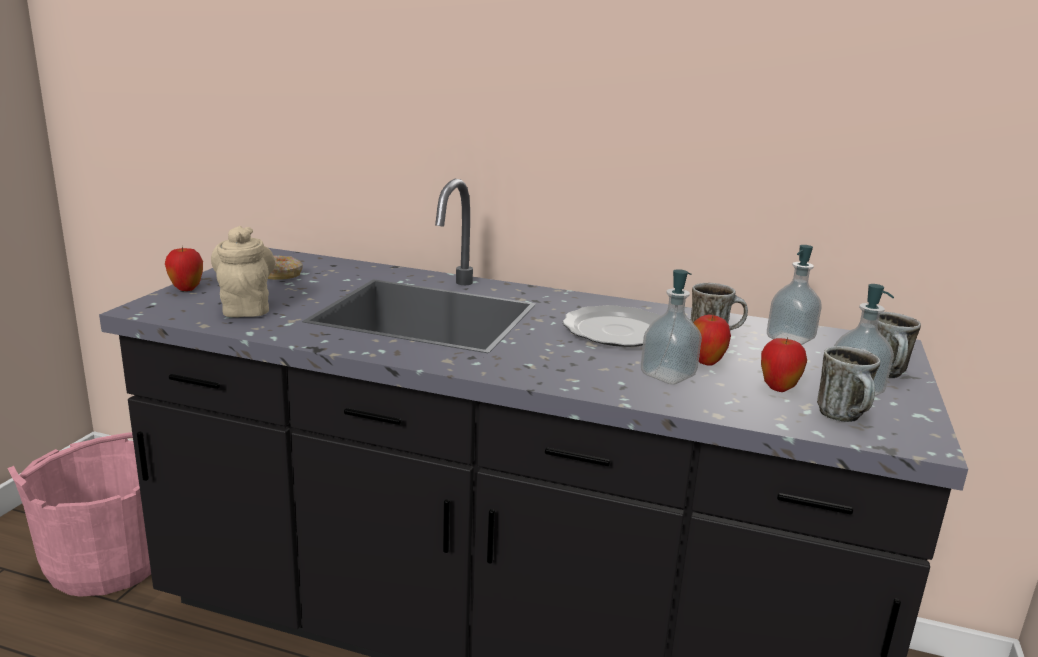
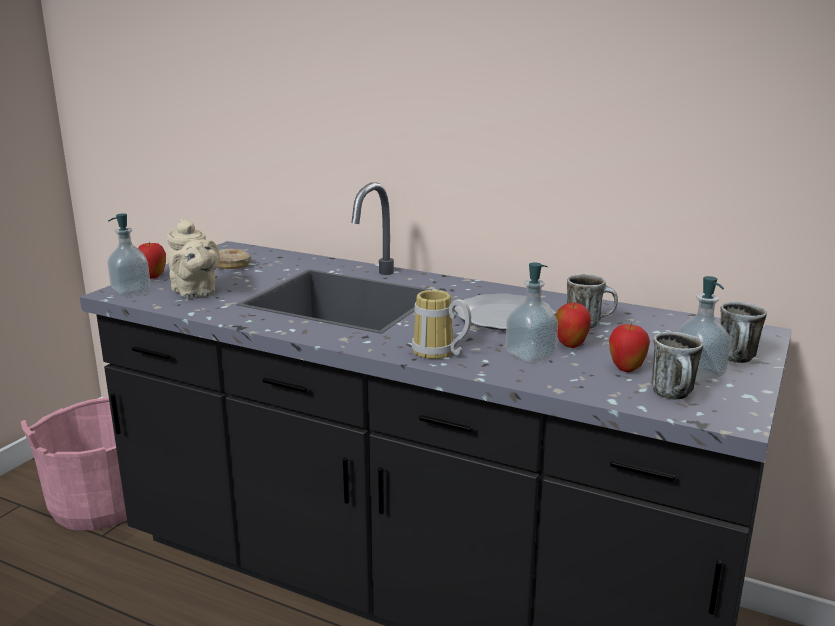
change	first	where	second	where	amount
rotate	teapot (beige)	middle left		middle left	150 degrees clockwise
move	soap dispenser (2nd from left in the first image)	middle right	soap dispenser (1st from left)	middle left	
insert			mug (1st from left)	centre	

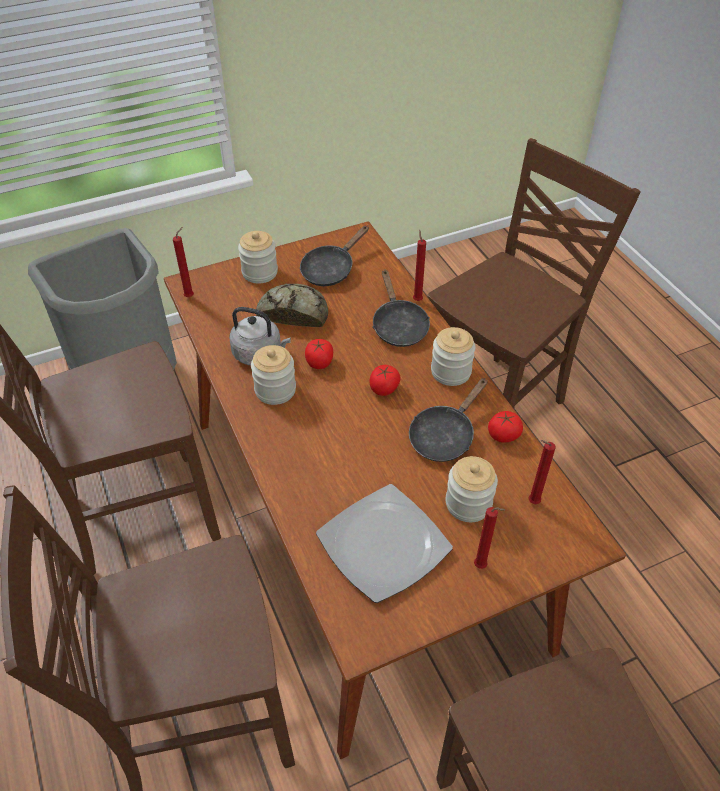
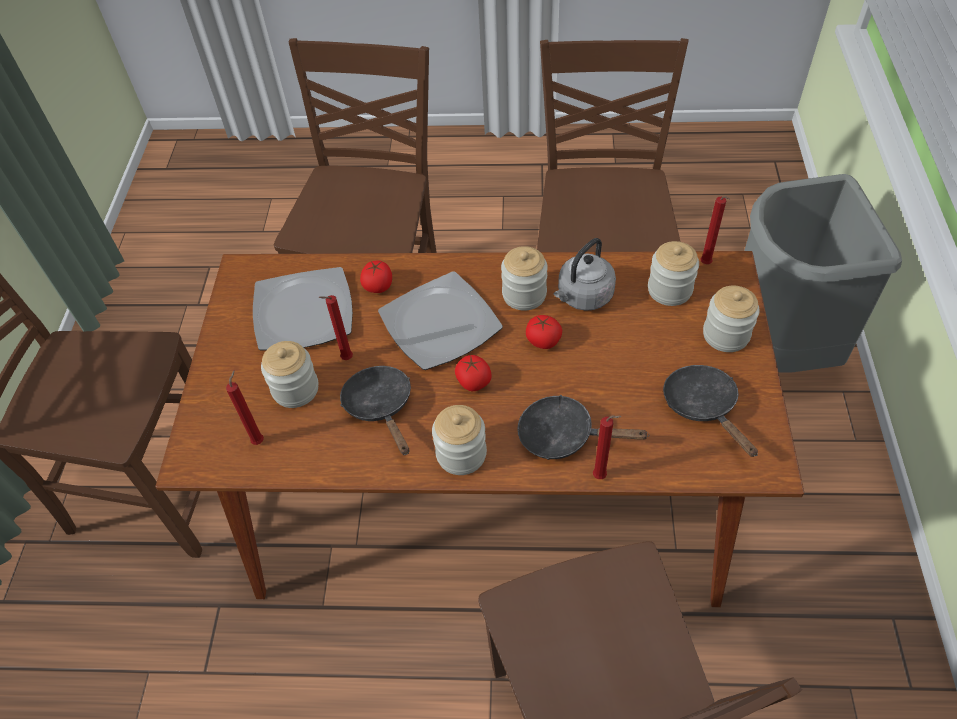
change	first	where	second	where	amount
delete	bread	centre			
move	candle (red) (3rd from left in the first image)	bottom right	candle (red) (2nd from left)	centre	
move	tomato (3rd from left in the first image)	middle right	tomato (1st from left)	centre	
insert			plate (2nd from left)	centre	
insert			jar (4th from left)	middle right	

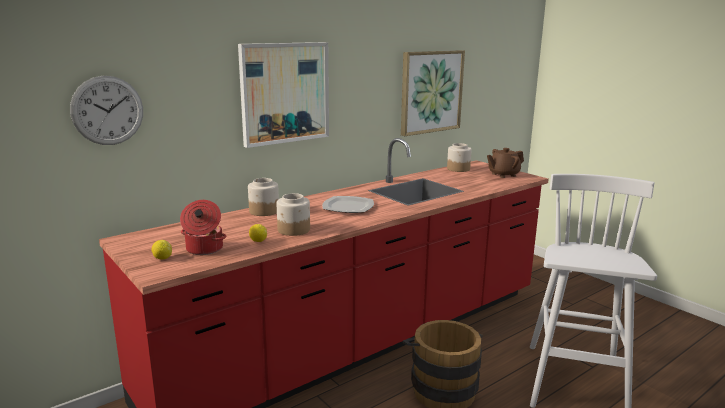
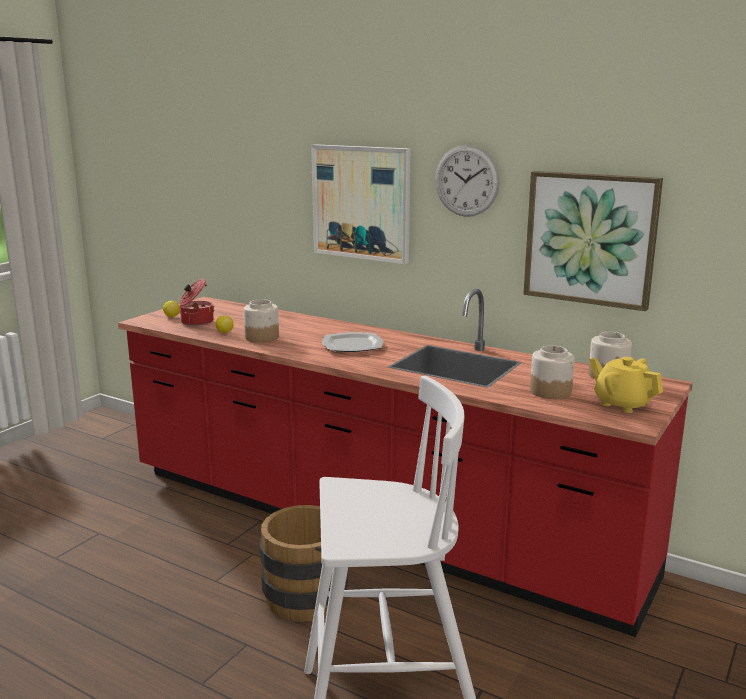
change	first	where	second	where	amount
move	wall clock	top left		top centre	
move	jar (1st from left in the first image)	centre	jar (2nd from left)	middle right	
recolor	teapot (brown)	middle right	teapot (yellow)	middle right	

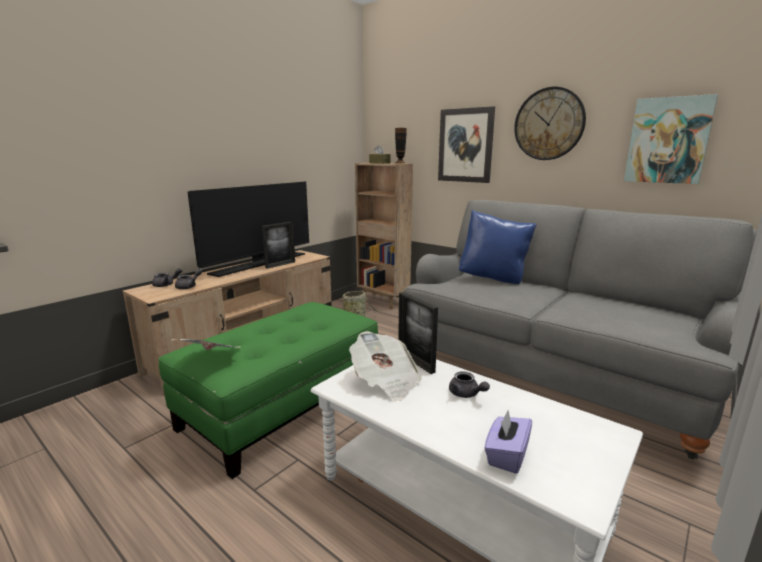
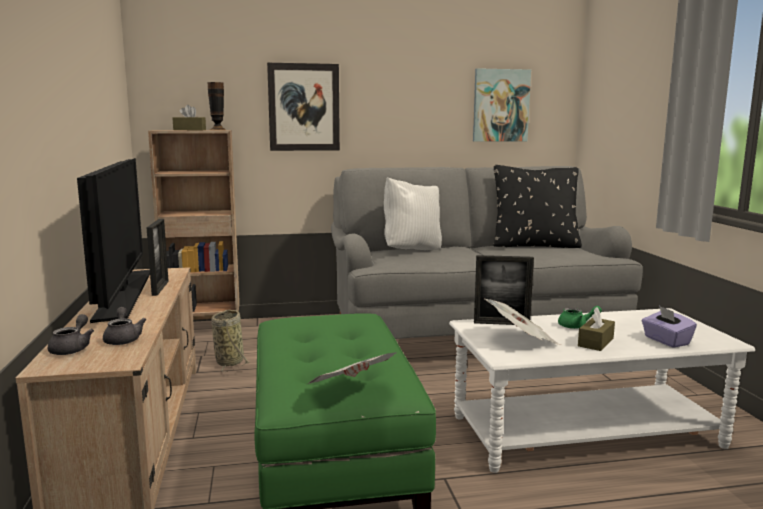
change	first	where	second	where	amount
recolor	teapot (grey) (3rd from left)	bottom centre	teapot (green)	middle right	
recolor	pillow (blue)	centre	pillow (white)	centre	
delete	wall clock	top right			
insert			pillow (black)	middle right	
insert			tissue box (brown) (2nd from left)	middle right	

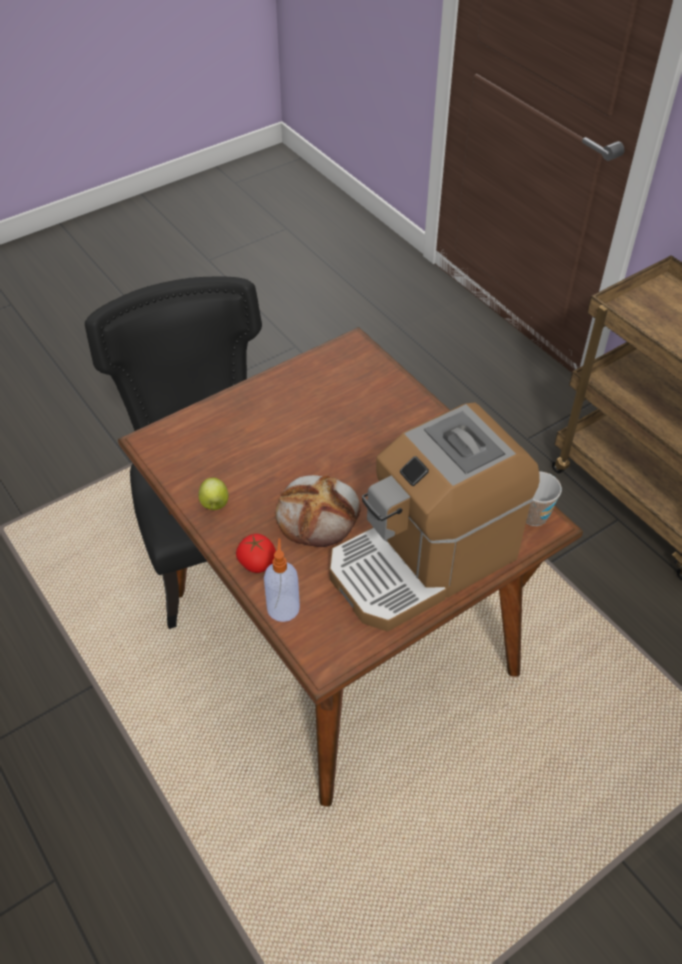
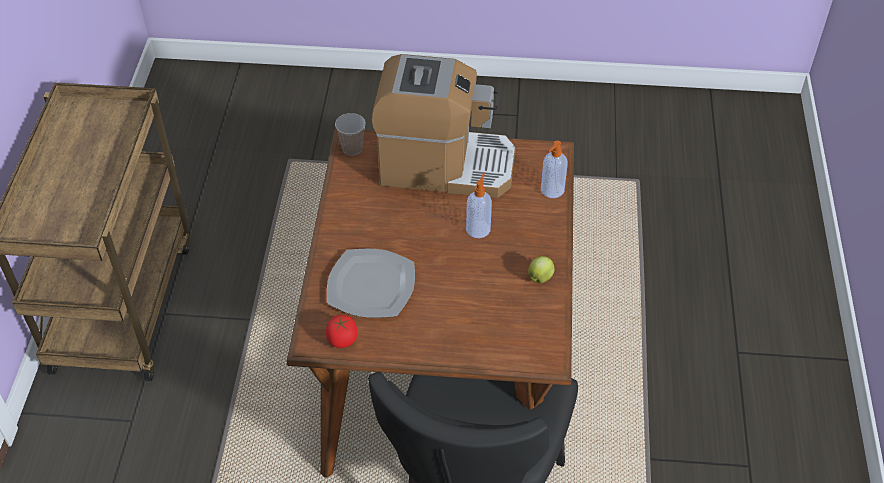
change	first	where	second	where	amount
move	tomato	centre		bottom centre	
replace	bread	centre	soap dispenser (1st from left)	centre	
insert			plate	centre	

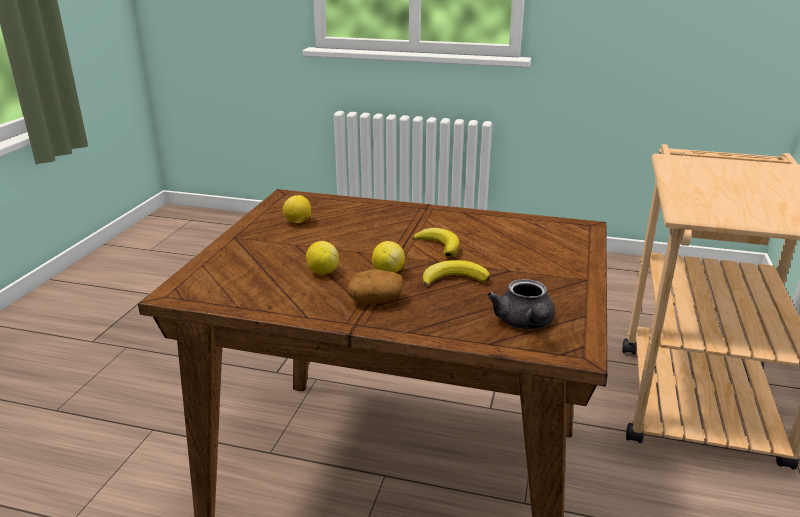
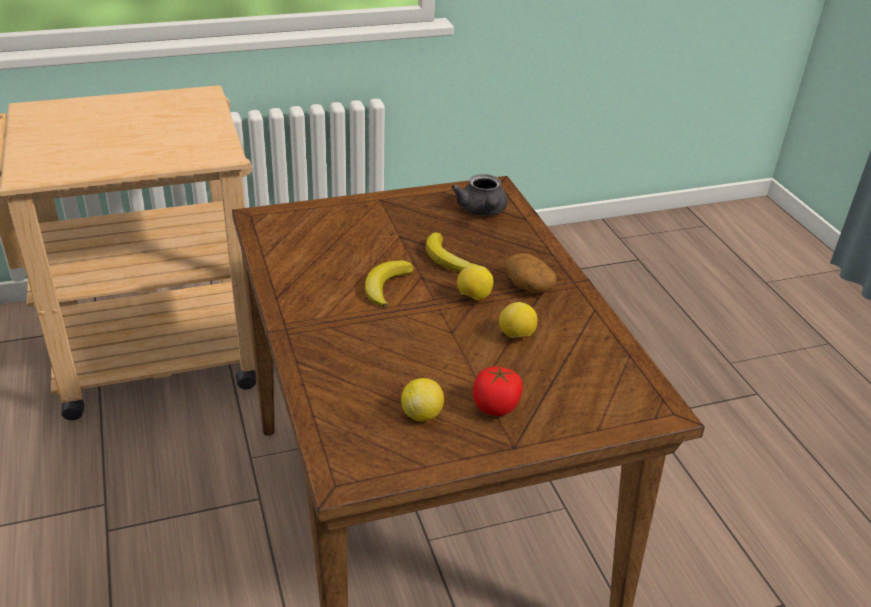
change	first	where	second	where	amount
rotate	teapot (grey)	centre		top centre	120 degrees clockwise
insert			tomato	centre	

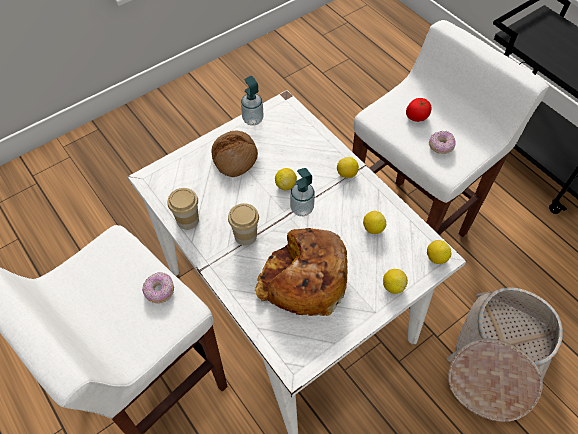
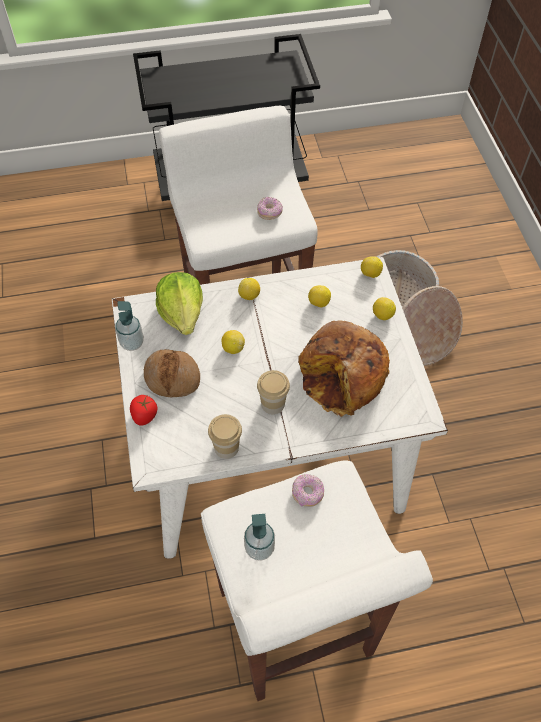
change	first	where	second	where	amount
move	soap dispenser (2nd from left)	centre		bottom centre	
move	tomato	top right		middle left	
insert			lettuce	middle left	

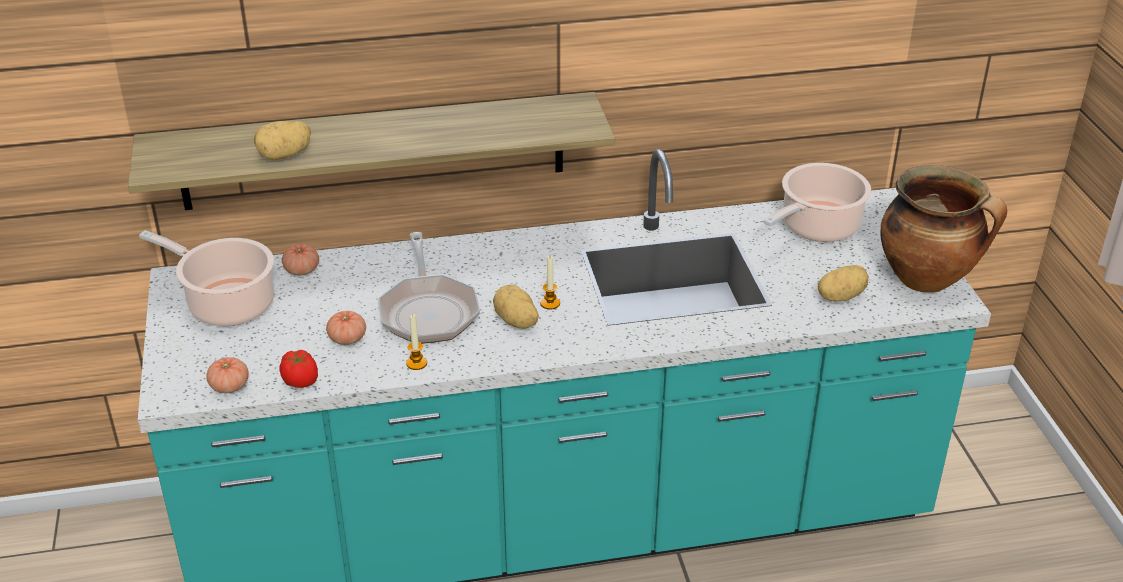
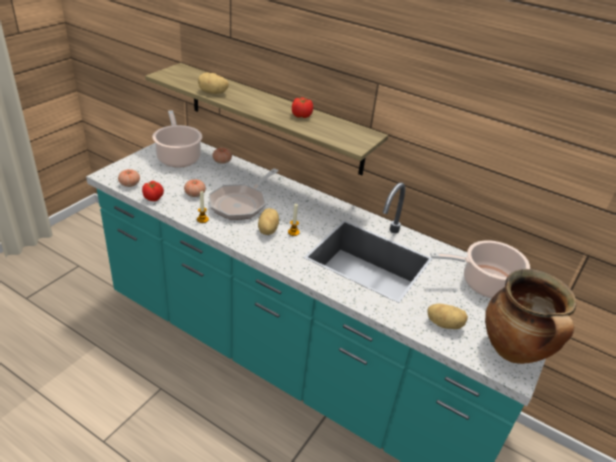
change	first	where	second	where	amount
insert			tomato (5th from left)	top centre	

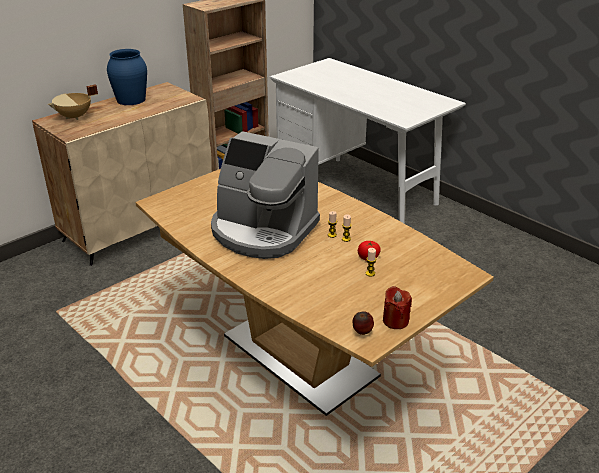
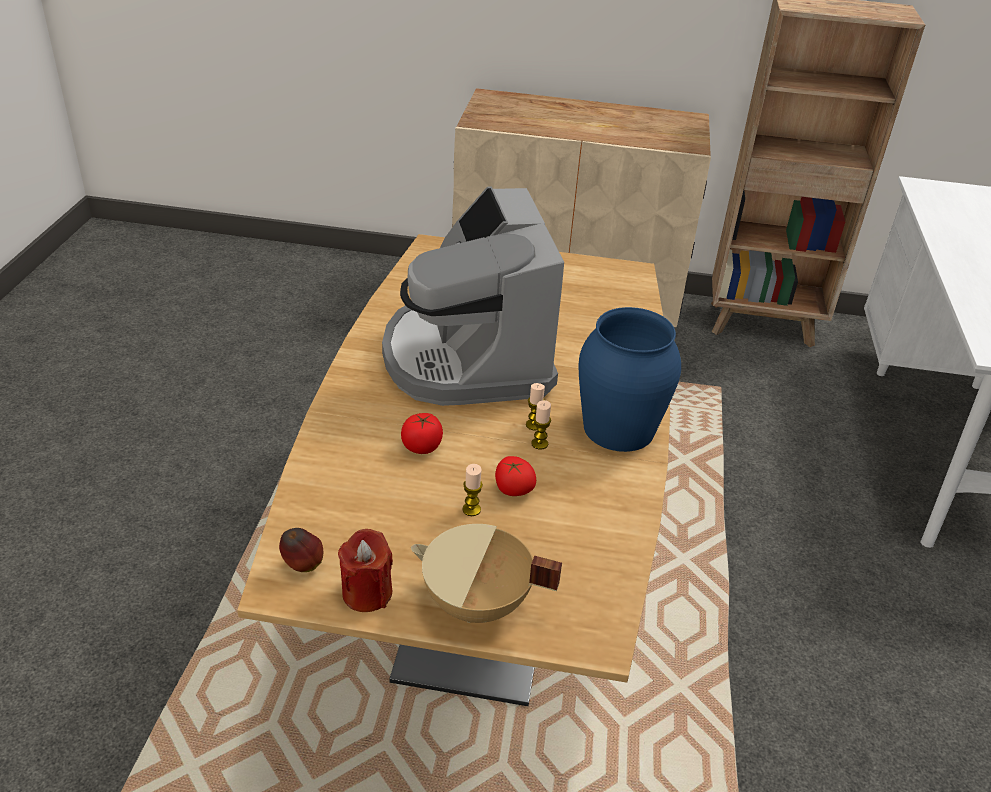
change	first	where	second	where	amount
move	cooking pot (beige)	top left		bottom centre	
move	vase (blue)	top left		centre	
insert			tomato (1st from left)	centre	

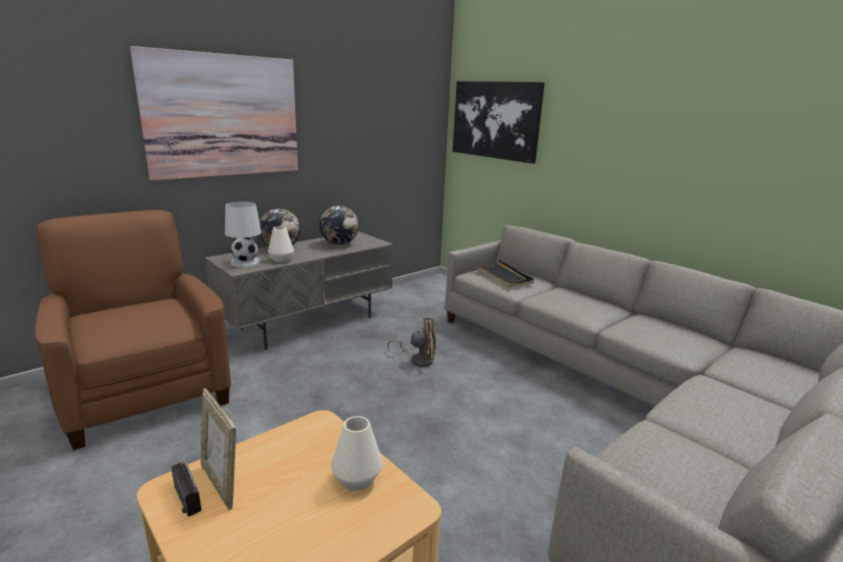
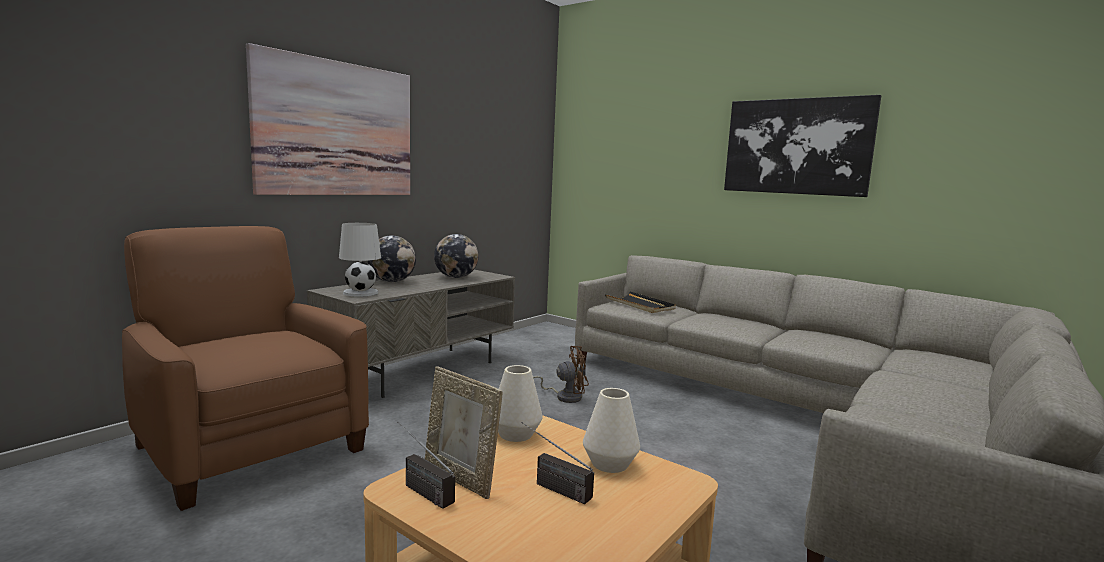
change	first	where	second	where	amount
move	vase (white) (1st from left)	centre		bottom centre	
move	picture (2nd from left)	top centre		top right	
insert			radio (2nd from left)	bottom centre	

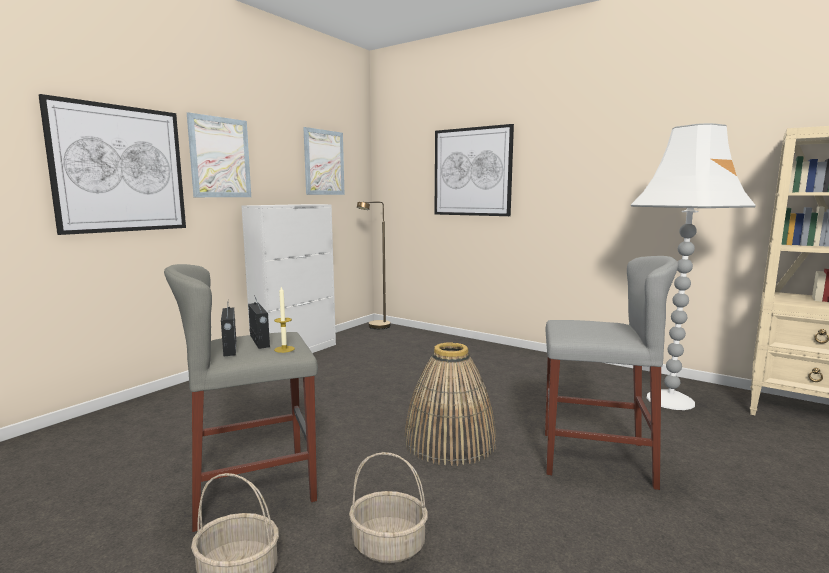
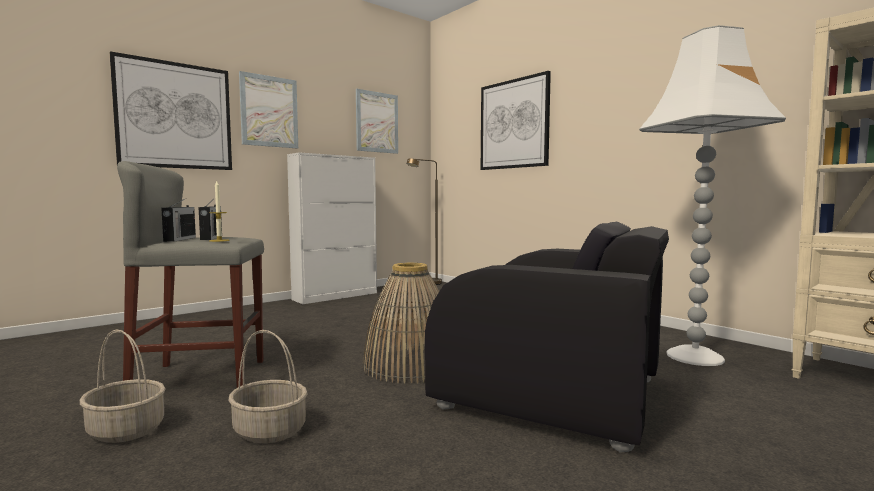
change	first	where	second	where	amount
replace	stool (grey) (2nd from left)	middle right	armchair (black)	bottom centre	

